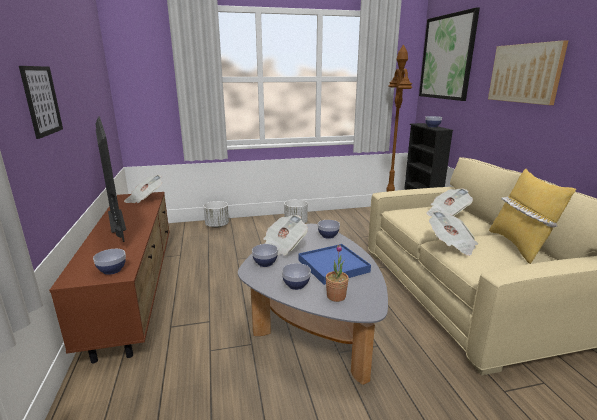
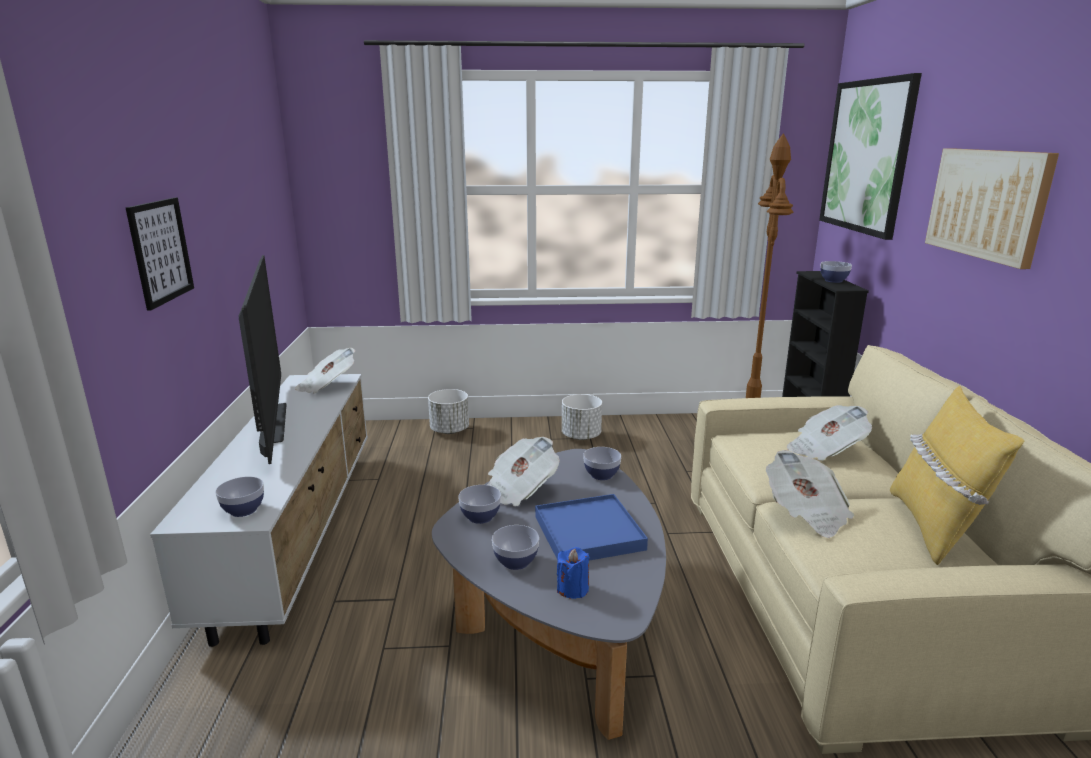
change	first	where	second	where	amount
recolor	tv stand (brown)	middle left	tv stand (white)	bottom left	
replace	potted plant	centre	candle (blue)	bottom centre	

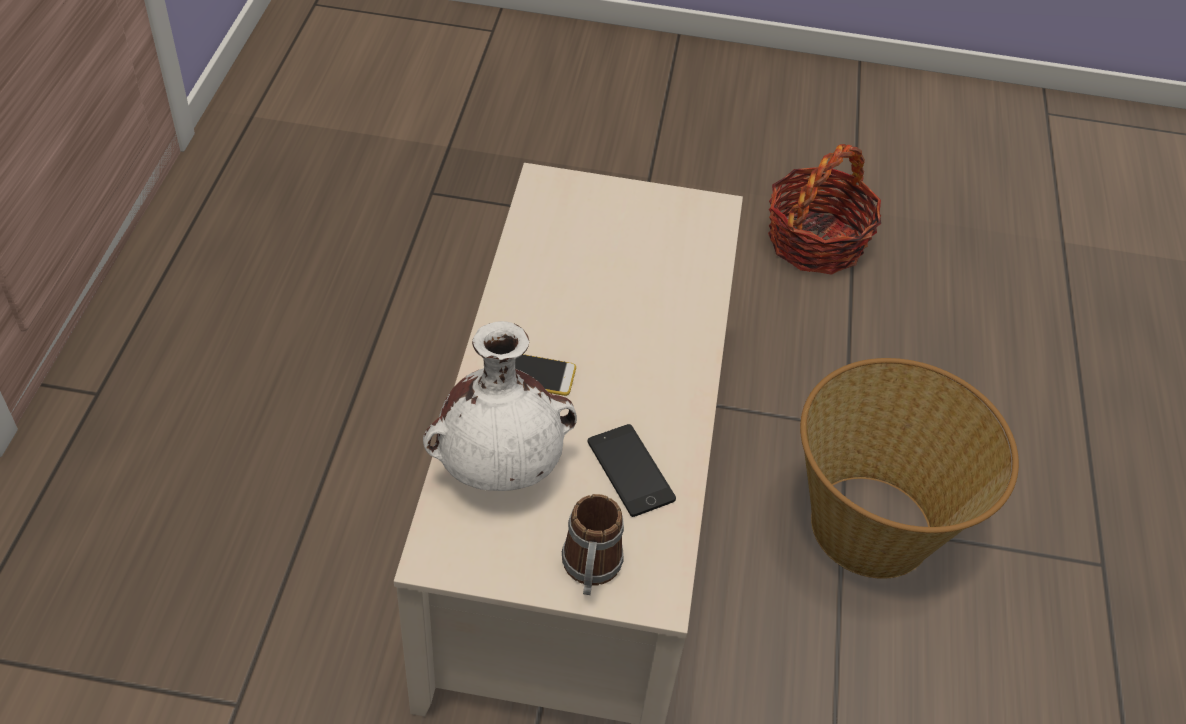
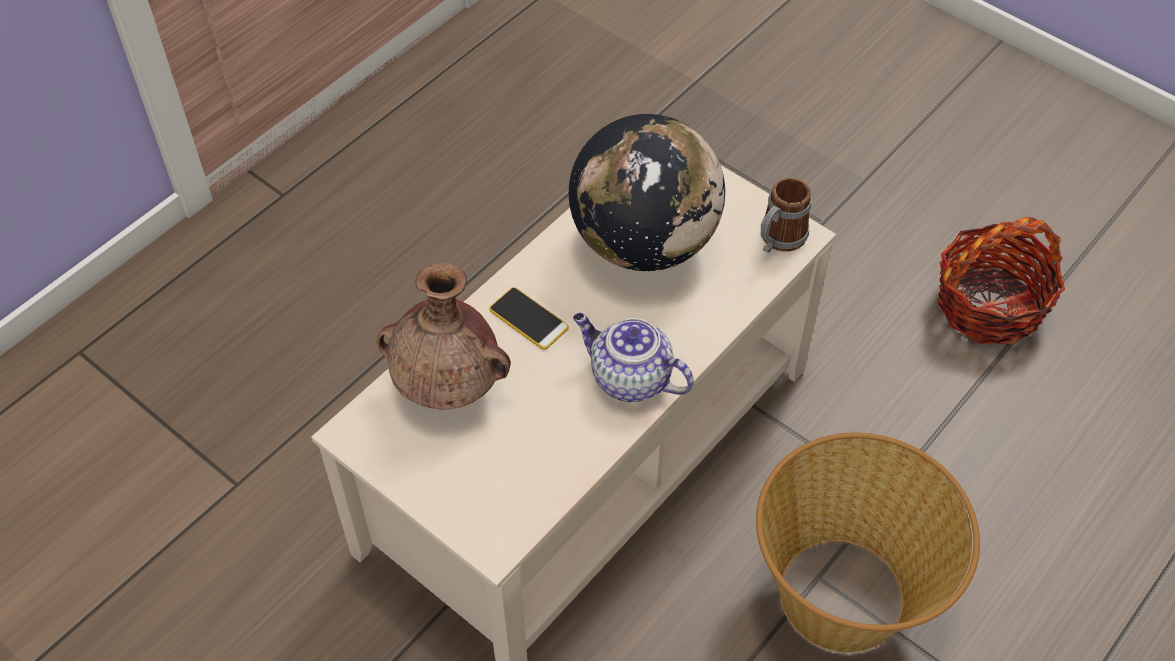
change	first	where	second	where	amount
recolor	vase (white)	centre	vase (brown)	centre	
move	mug	bottom centre		top right	
delete	phone (2nd from left)	centre			
insert			globe	top centre	
insert			teapot	centre	

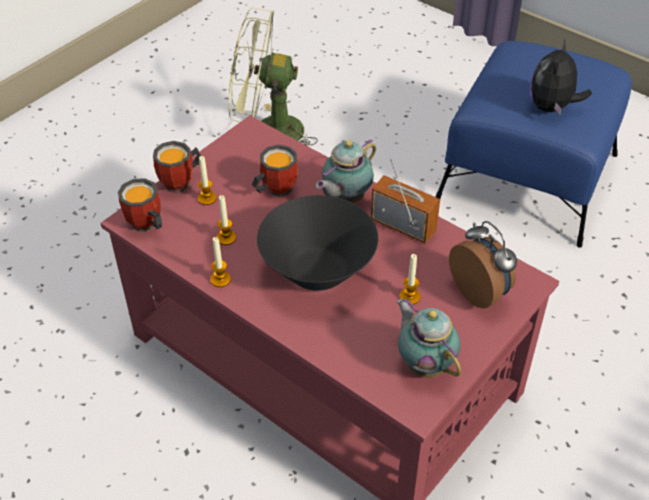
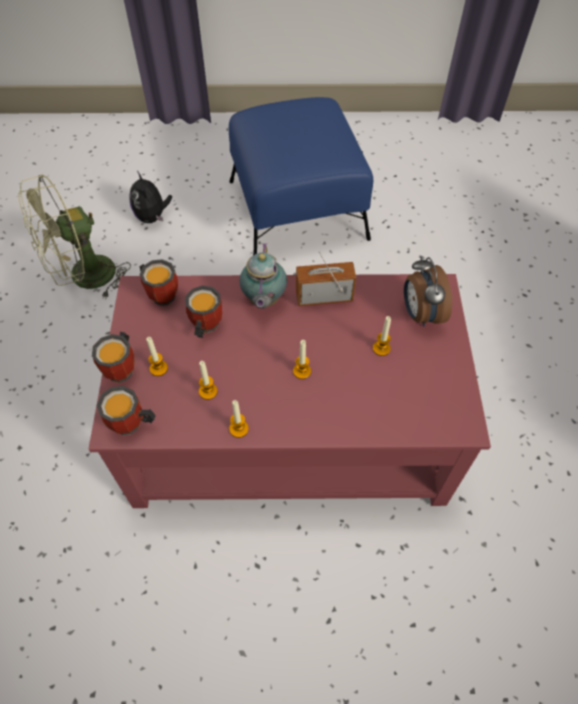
change	first	where	second	where	amount
replace	bowl (black)	centre	candle (4th from left)	centre	
delete	teapot (2nd from left)	bottom centre			
rotate	alarm clock	middle right		middle right	120 degrees counterclockwise
move	plush toy	top right		top left	
insert			mug (3rd from left)	middle left	

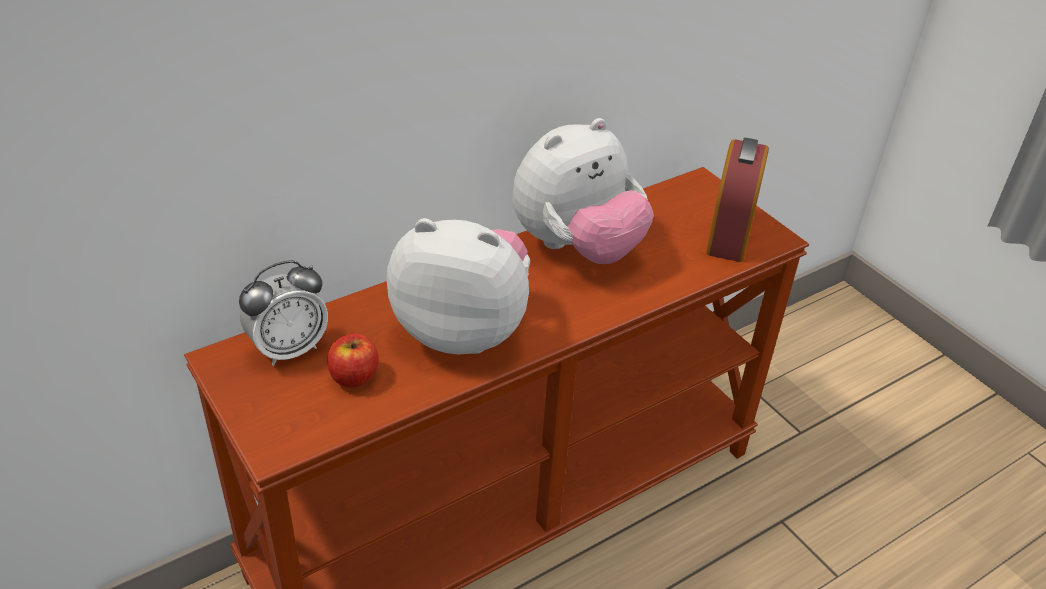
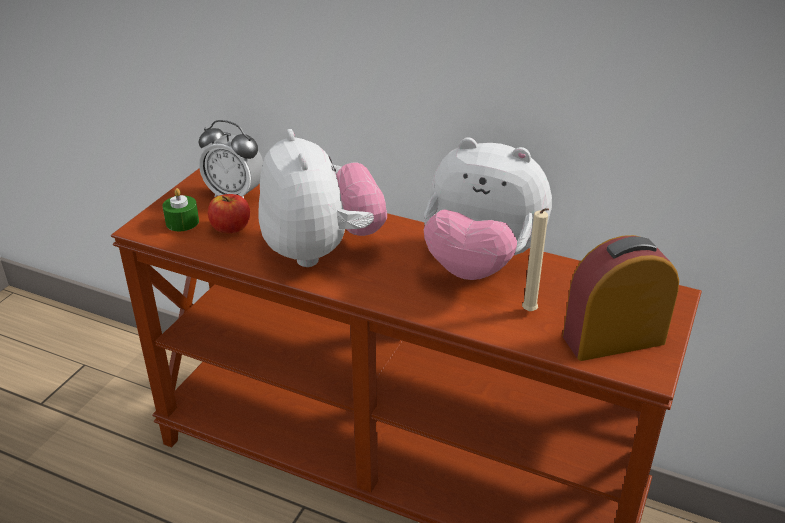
change	first	where	second	where	amount
insert			candle (green)	middle left	
insert			candle (beige)	middle right	

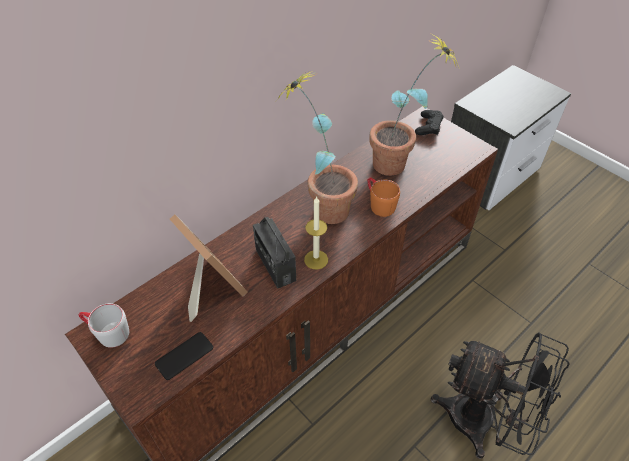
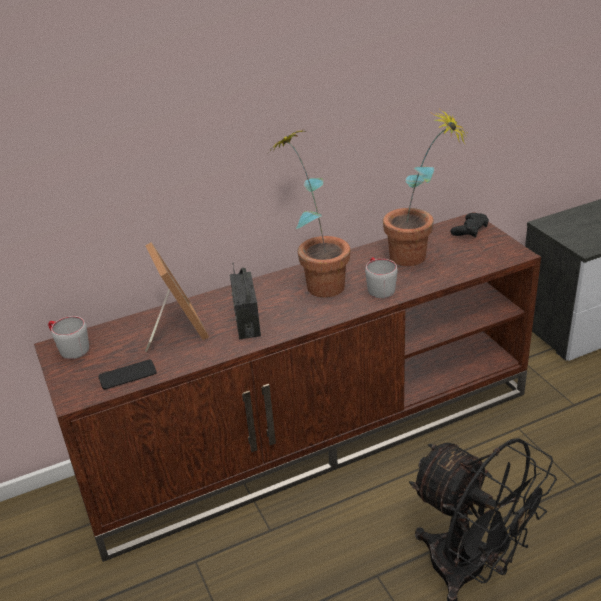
change	first	where	second	where	amount
delete	candle	centre			
recolor	mug (orange)	centre	mug (grey) (2nd from left)	centre	

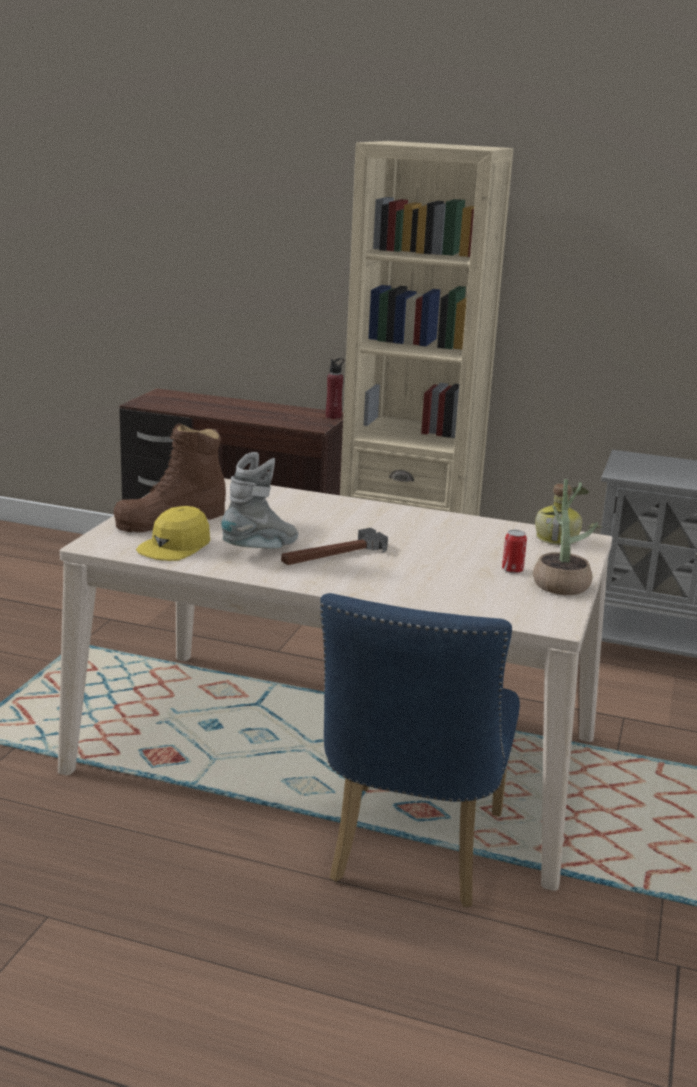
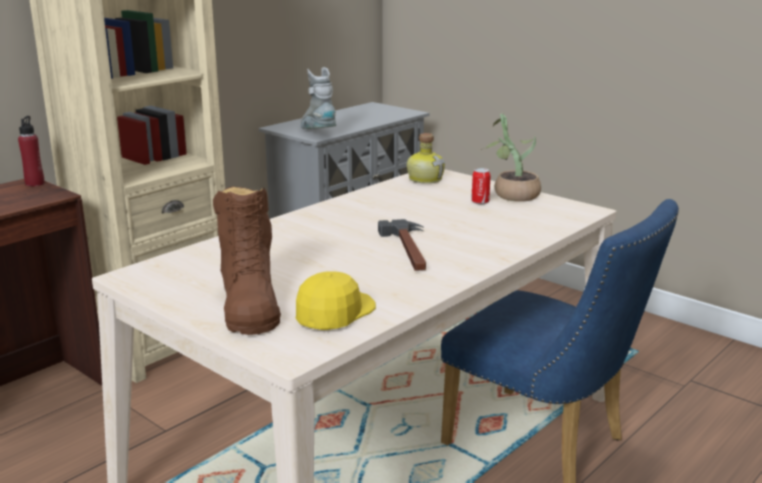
change	first	where	second	where	amount
rotate	cap (yellow)	middle left		centre	120 degrees counterclockwise
move	boot (grey)	centre		top centre	

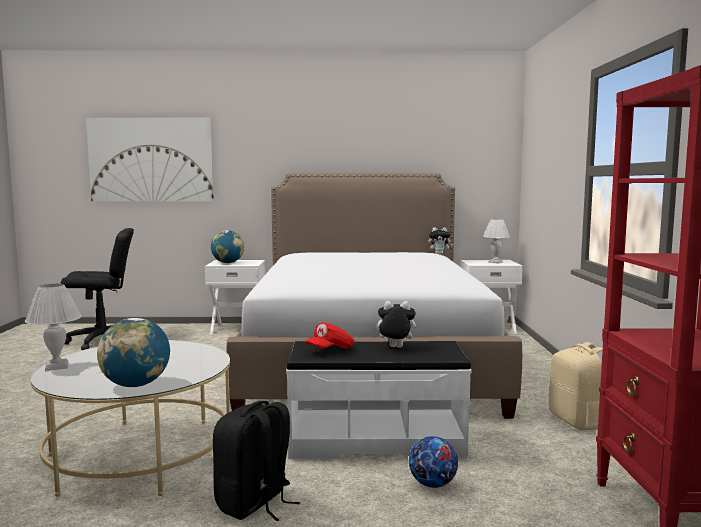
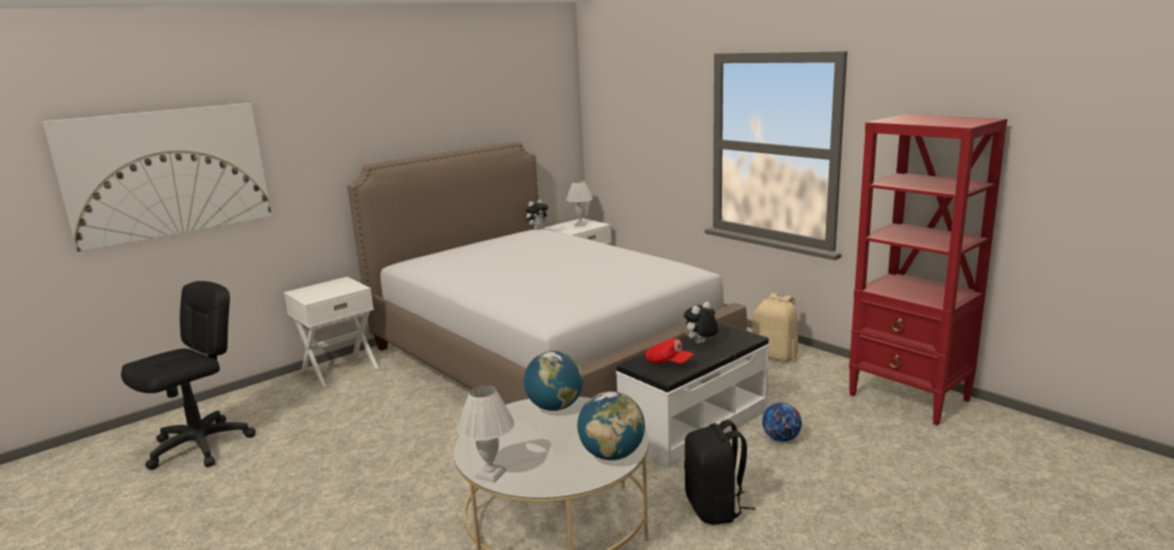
change	first	where	second	where	amount
move	globe (2nd from left in the first image)	middle left	globe (1st from left)	bottom centre	
rotate	cap (red)	centre		centre	60 degrees counterclockwise

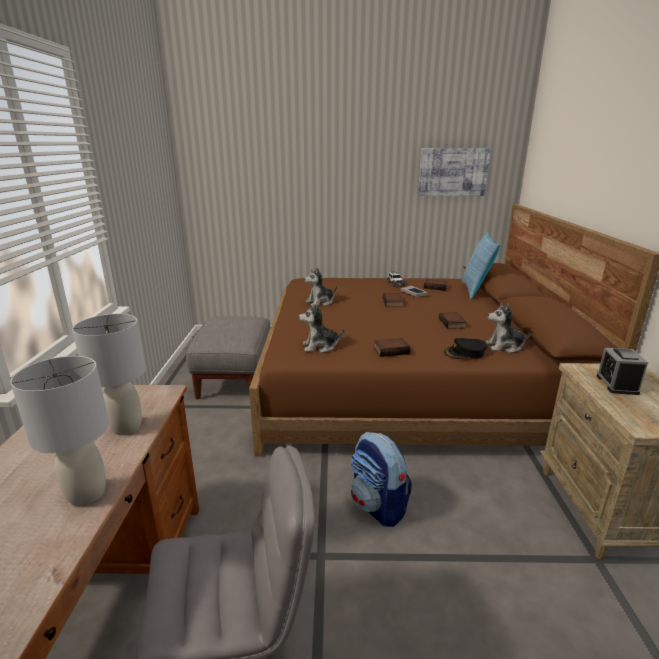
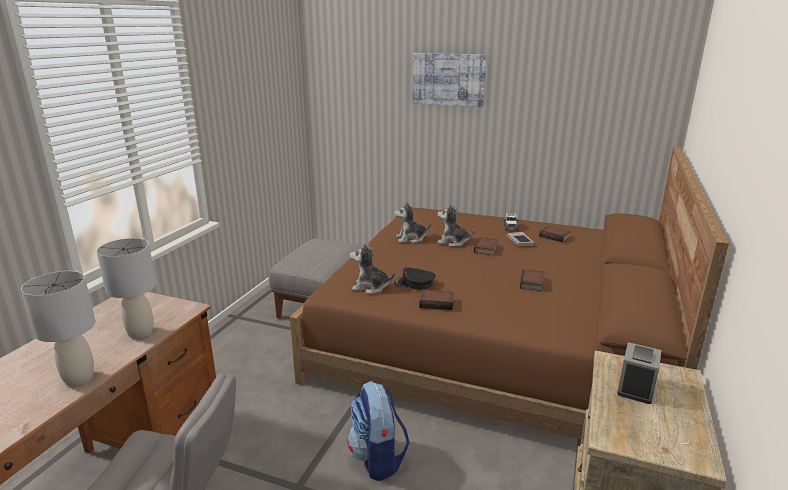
change	first	where	second	where	amount
move	picture	top right		top centre	
move	cap (black)	middle right		centre	
delete	pillow	middle right			
move	plush toy (3rd from left)	middle right		centre	

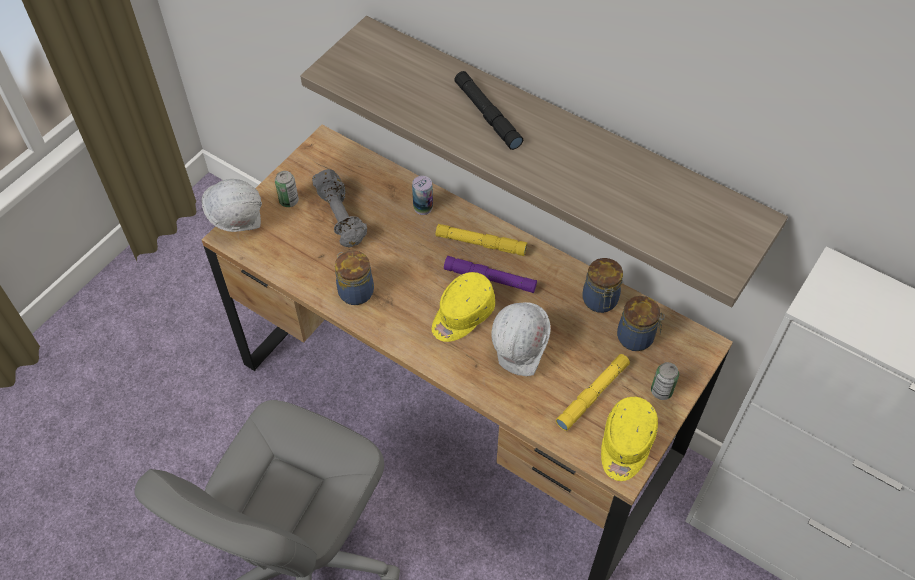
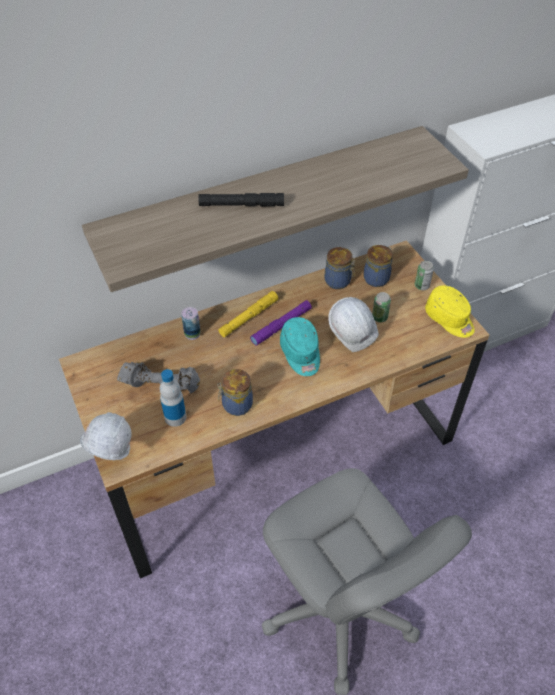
change	first	where	second	where	amount
move	can (1st from left in the first image)	top left	can (2nd from left)	middle right	
recolor	cap (yellow) (1st from left)	centre	cap (turquoise)	centre	
delete	flashlight (yellow) (2nd from left)	bottom centre			
insert			bottle	middle left	

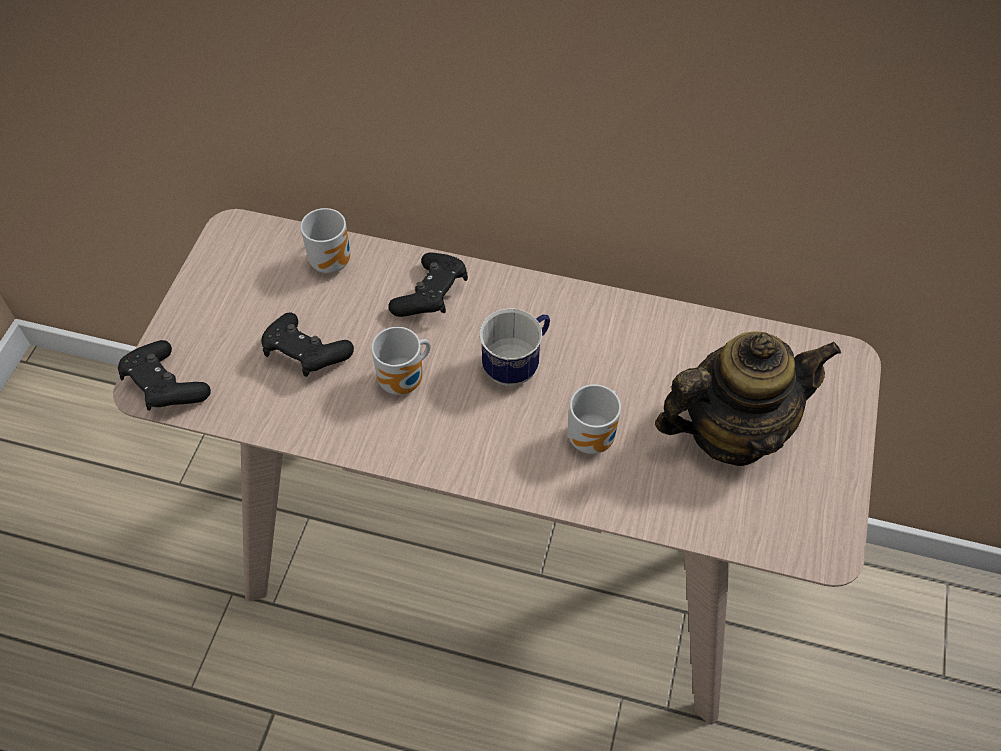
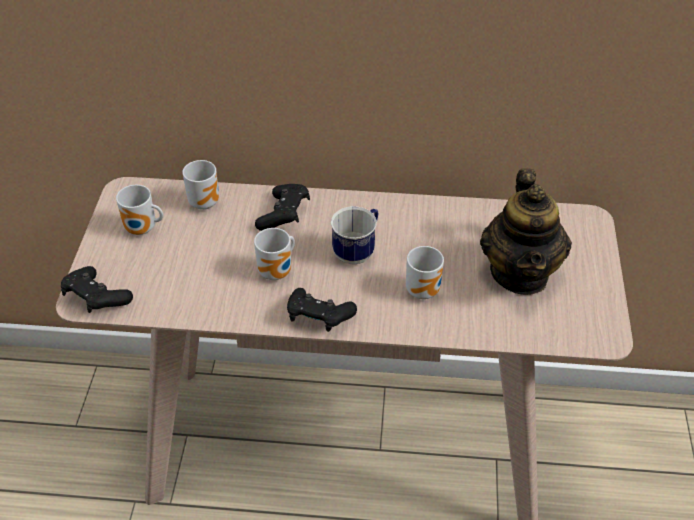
change	first	where	second	where	amount
move	game controller (black) (2nd from left in the first image)	middle left	game controller (black) (3rd from left)	centre	
rotate	teapot	middle right		middle right	120 degrees clockwise
insert			mug (1st from left)	middle left	

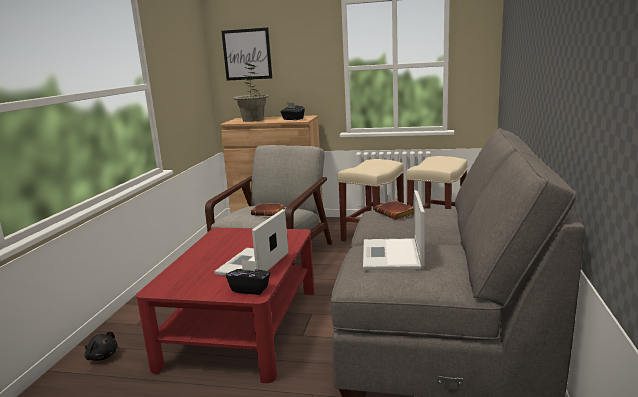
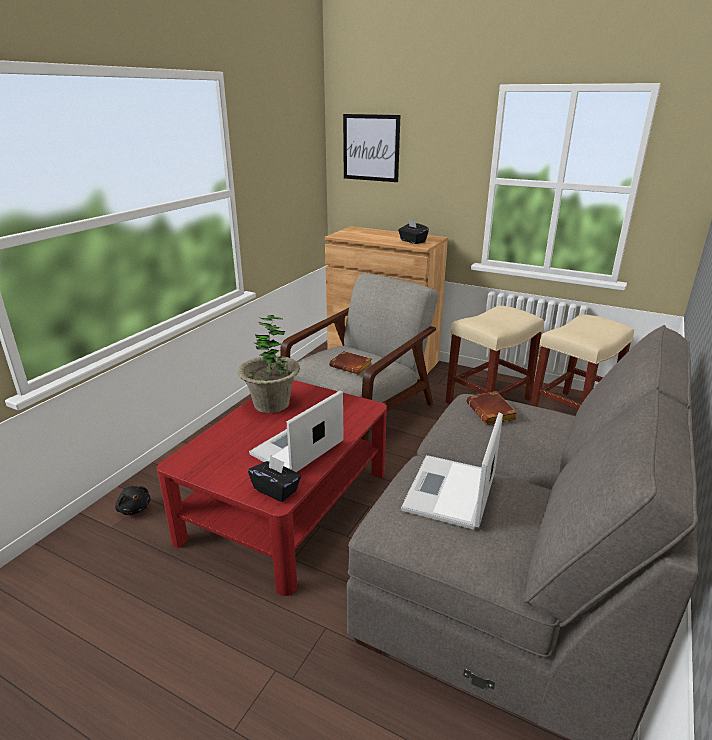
change	first	where	second	where	amount
move	potted plant	top centre		centre	

